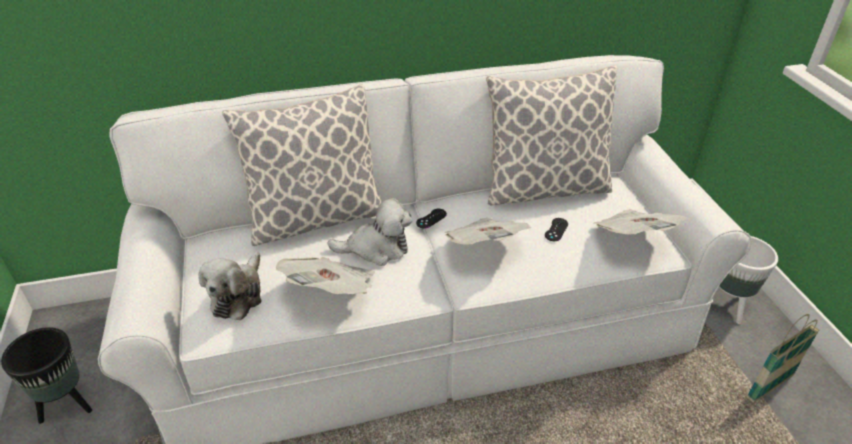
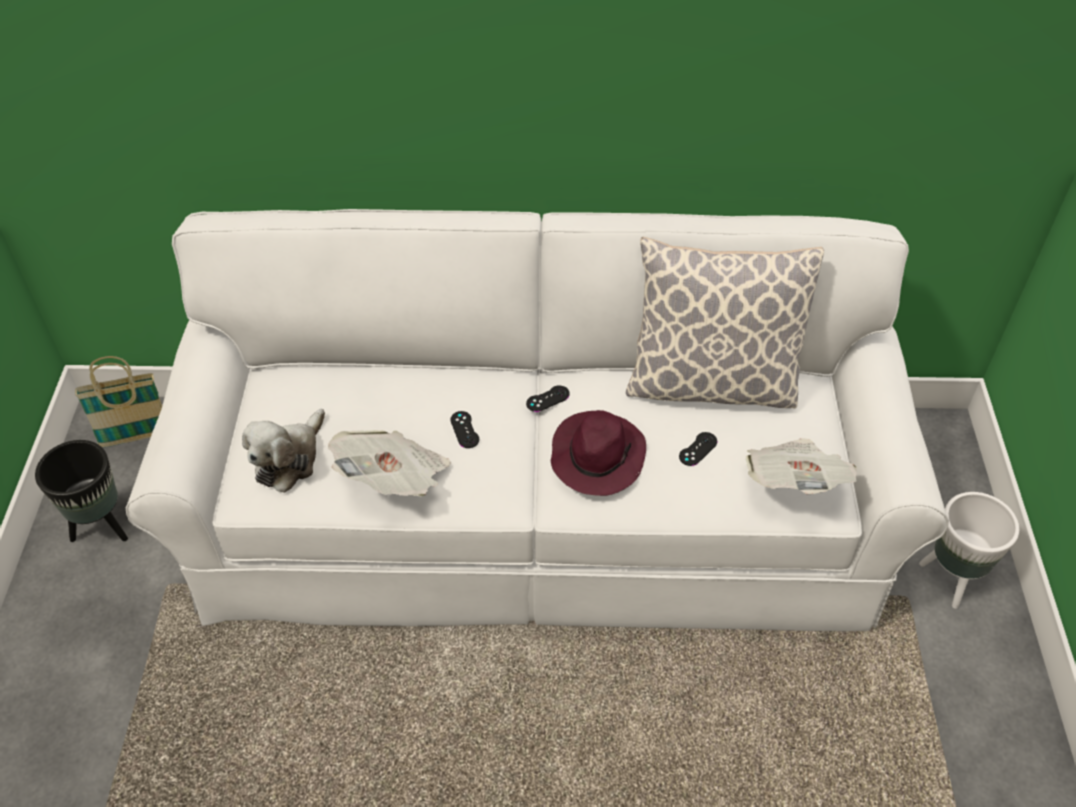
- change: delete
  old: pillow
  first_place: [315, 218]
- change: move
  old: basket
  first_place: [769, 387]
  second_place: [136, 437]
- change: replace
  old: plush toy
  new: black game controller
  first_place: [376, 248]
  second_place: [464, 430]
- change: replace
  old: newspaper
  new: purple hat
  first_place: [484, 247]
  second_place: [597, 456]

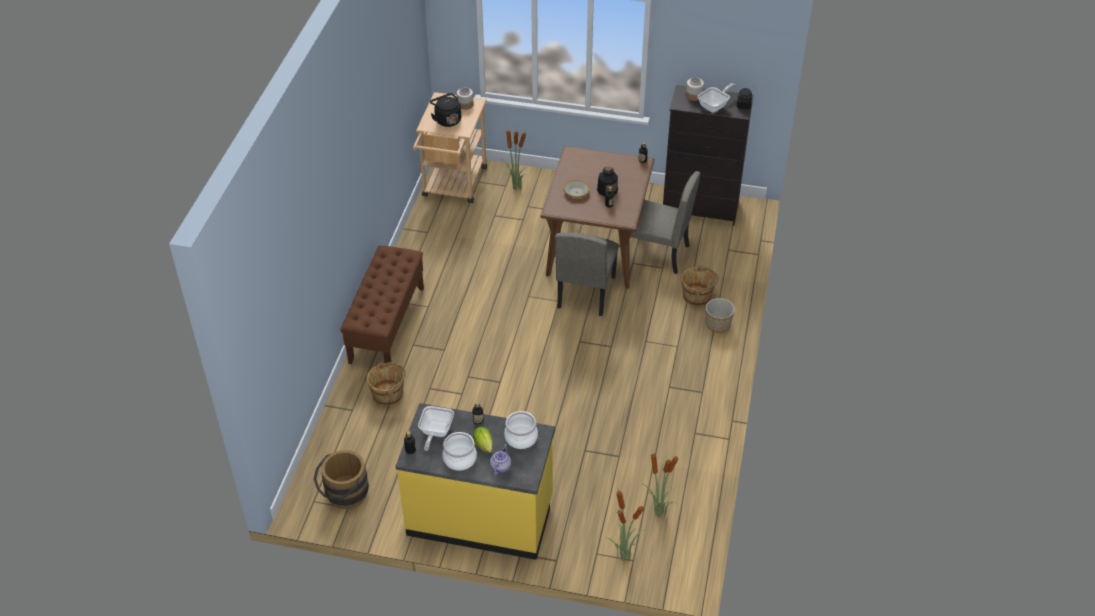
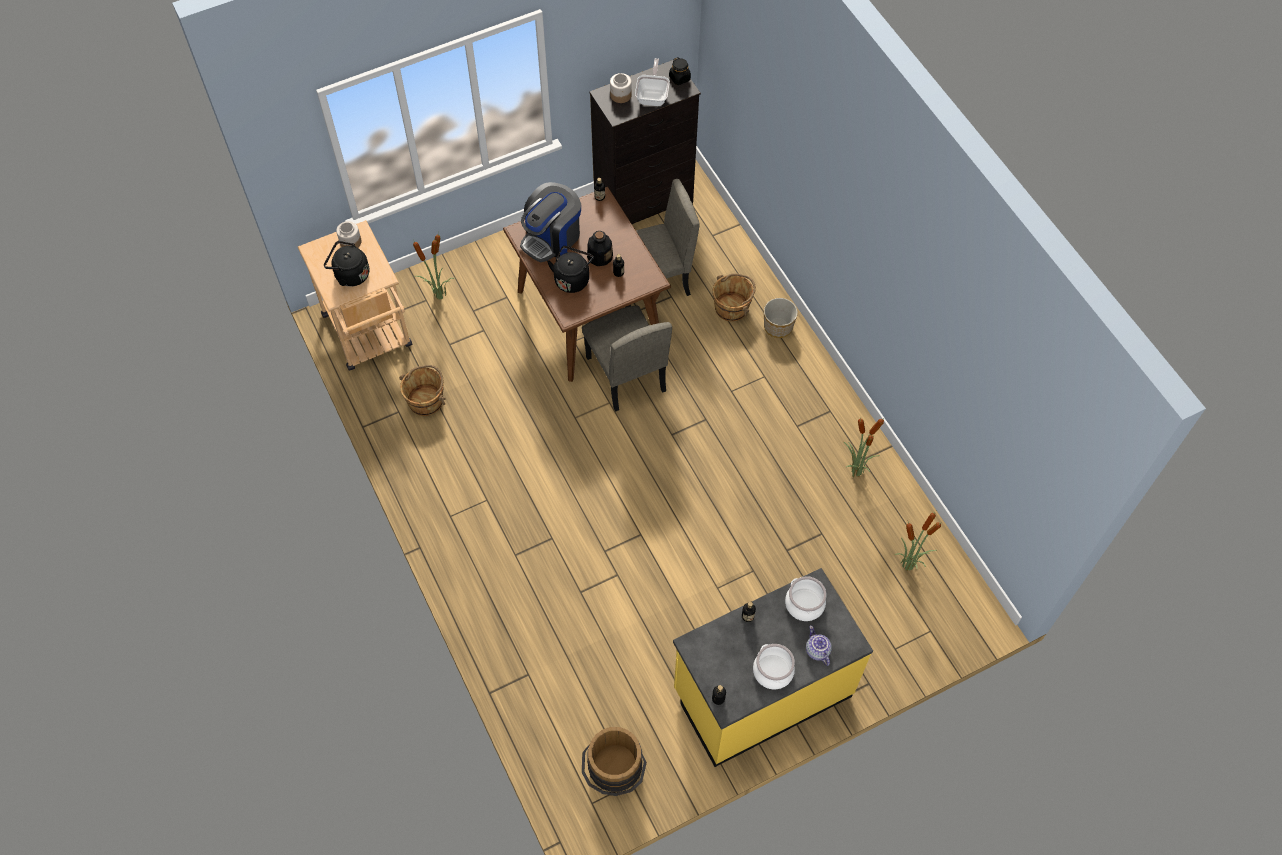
- change: delete
  old: brown bench
  first_place: [387, 324]
- change: delete
  old: frying pan
  first_place: [435, 432]
- change: delete
  old: lettuce
  first_place: [484, 446]
- change: insert
  new: coffee machine
  second_place: [552, 238]
- change: move
  old: brown bucket
  first_place: [388, 394]
  second_place: [426, 400]
- change: move
  old: potted plant
  first_place: [623, 556]
  second_place: [855, 471]
- change: replace
  old: bowl
  new: black kettle
  first_place: [576, 192]
  second_place: [572, 279]

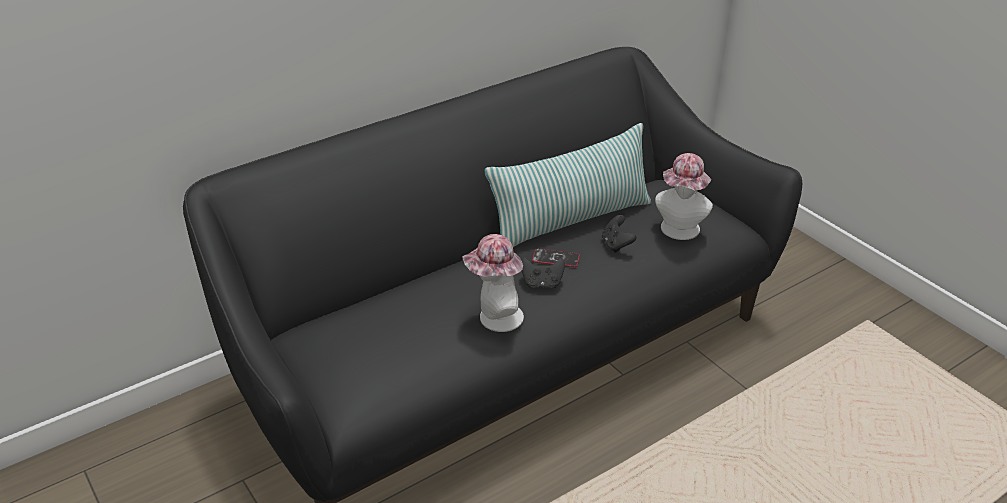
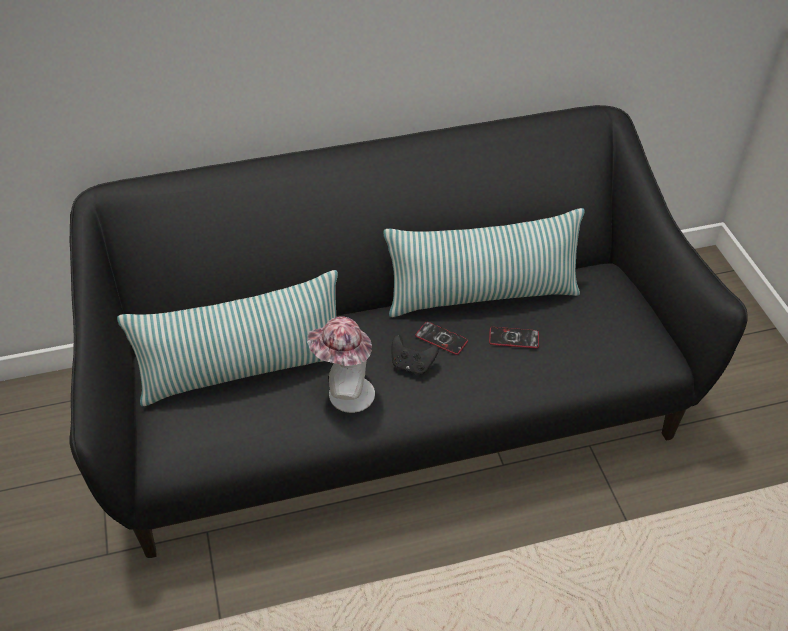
- change: delete
  old: hat
  first_place: [679, 231]
- change: insert
  new: pillow
  second_place: [244, 370]
- change: replace
  old: black game controller
  new: phone
  first_place: [616, 245]
  second_place: [514, 338]

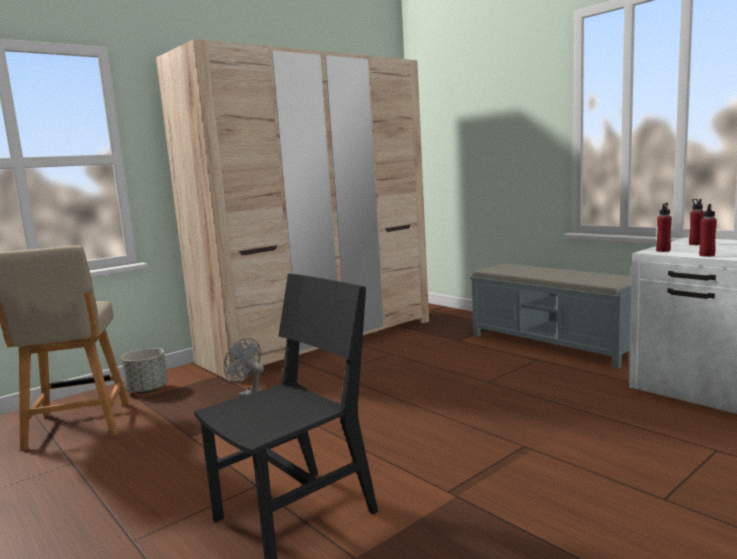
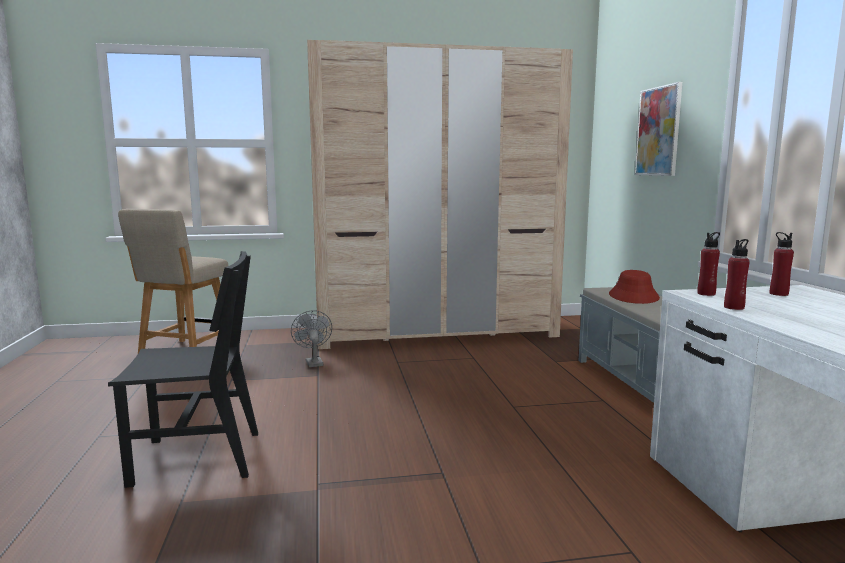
- change: delete
  old: grey planter
  first_place: [147, 390]
- change: insert
  new: red hat
  second_place: [634, 296]
- change: insert
  new: picture
  second_place: [658, 131]

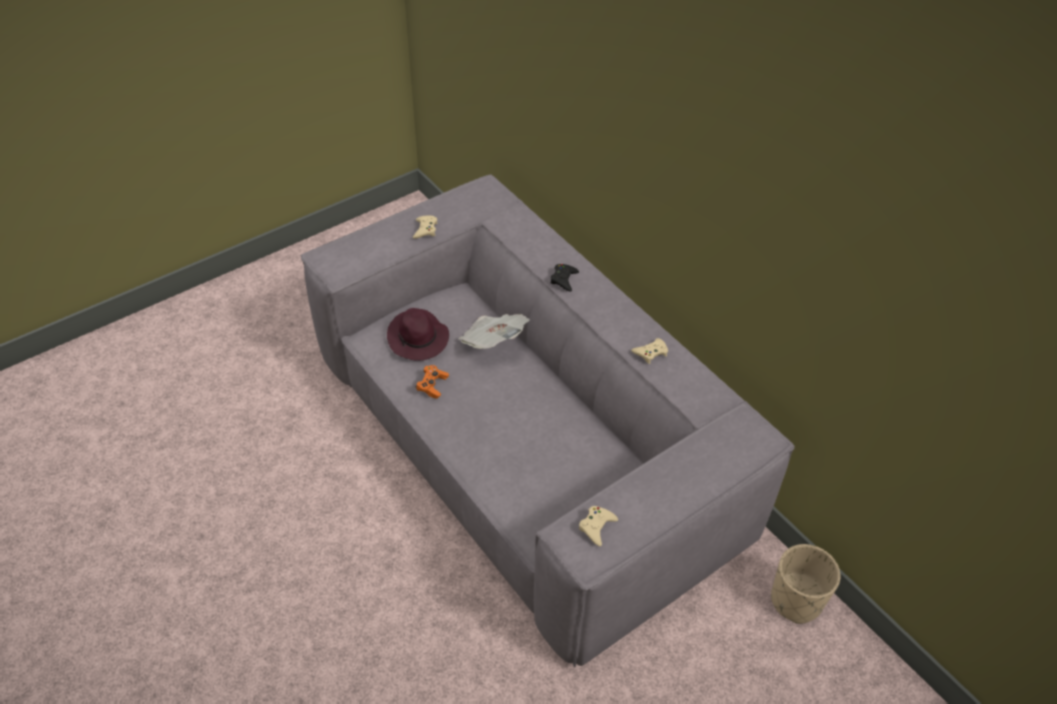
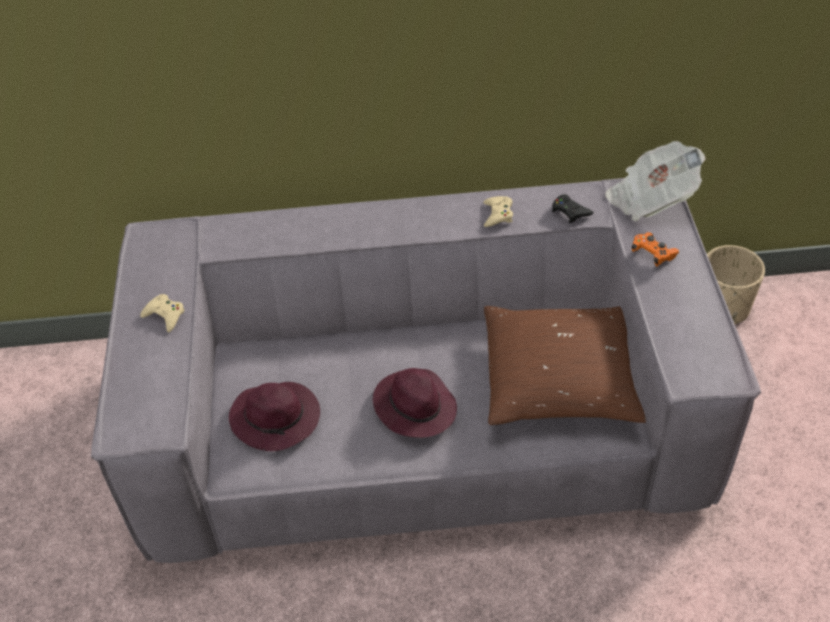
- change: delete
  old: beige game controller
  first_place: [596, 527]
- change: insert
  new: purple hat
  second_place: [414, 406]
- change: insert
  new: brown pillow
  second_place: [559, 378]
- change: move
  old: orange game controller
  first_place: [432, 385]
  second_place: [653, 254]
- change: move
  old: newspaper
  first_place: [493, 342]
  second_place: [651, 198]
- change: move
  old: black game controller
  first_place: [564, 279]
  second_place: [570, 211]

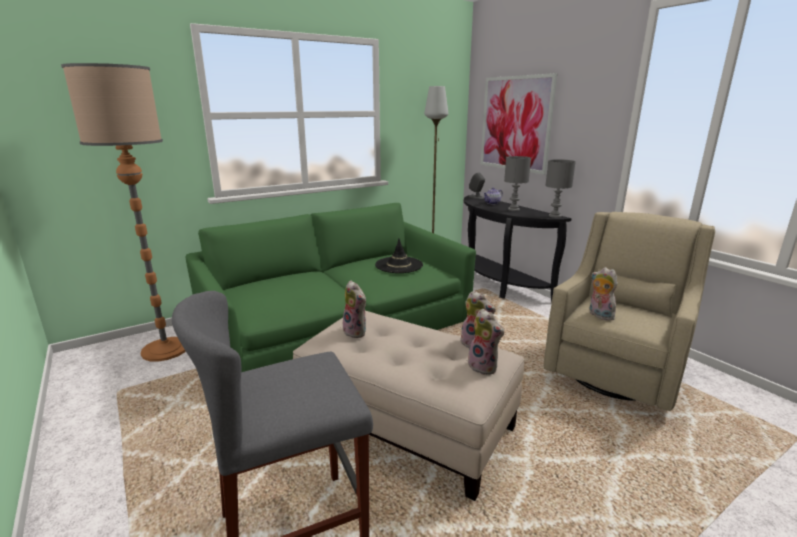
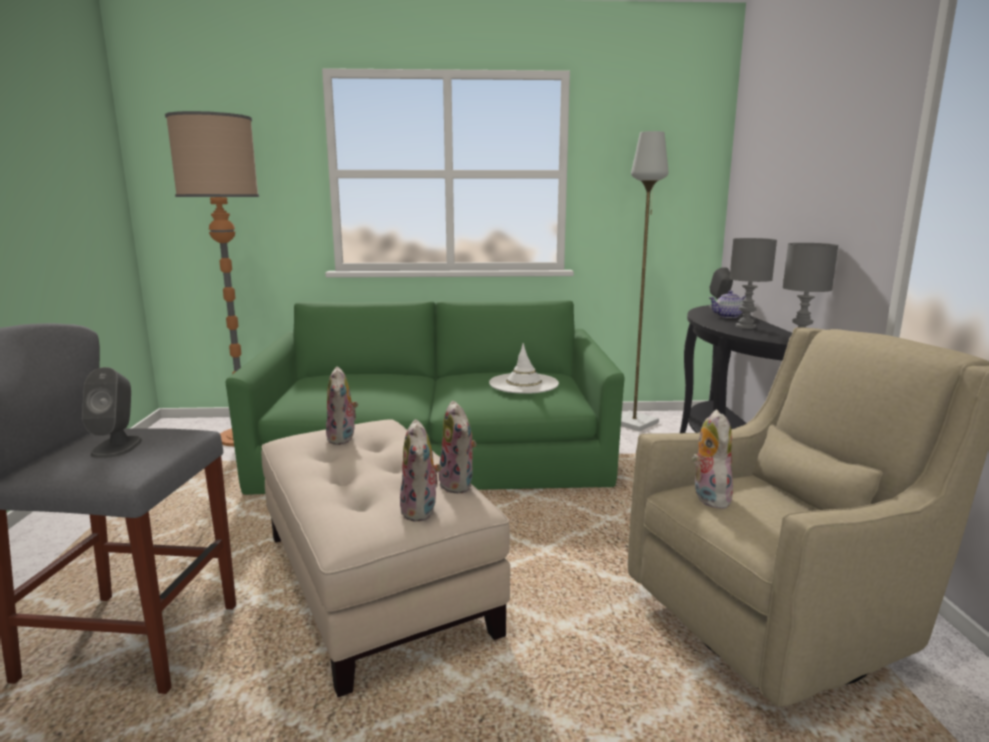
- change: delete
  old: picture
  first_place: [515, 124]
- change: insert
  new: grey speaker
  second_place: [117, 447]
- change: recolor
  old: black hat
  new: white hat
  first_place: [399, 265]
  second_place: [524, 384]

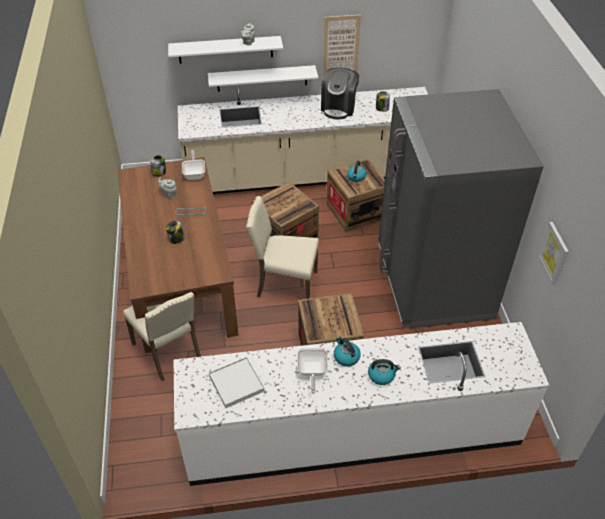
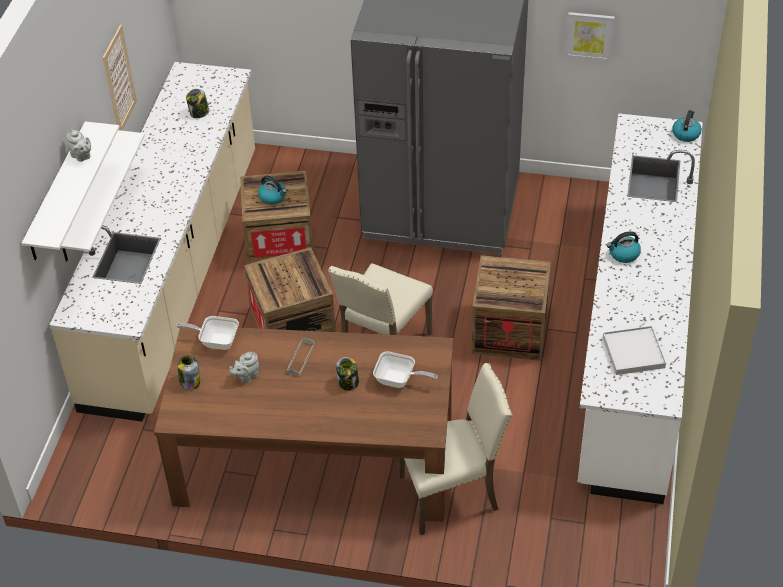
- change: delete
  old: coffee machine
  first_place: [339, 107]
- change: move
  old: frying pan
  first_place: [312, 372]
  second_place: [399, 380]
- change: move
  old: kettle
  first_place: [382, 375]
  second_place: [686, 134]

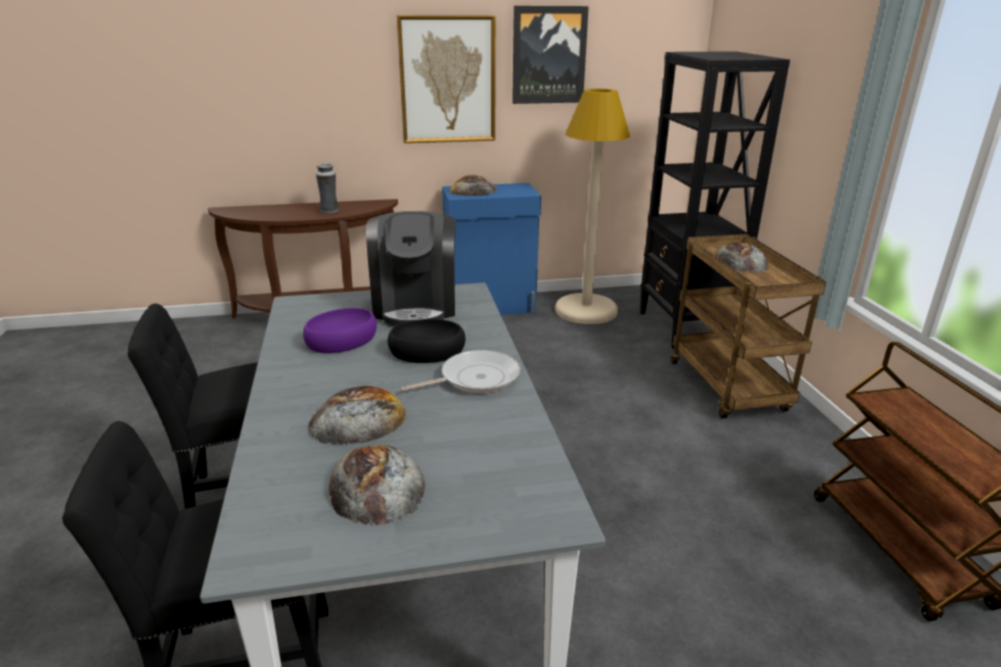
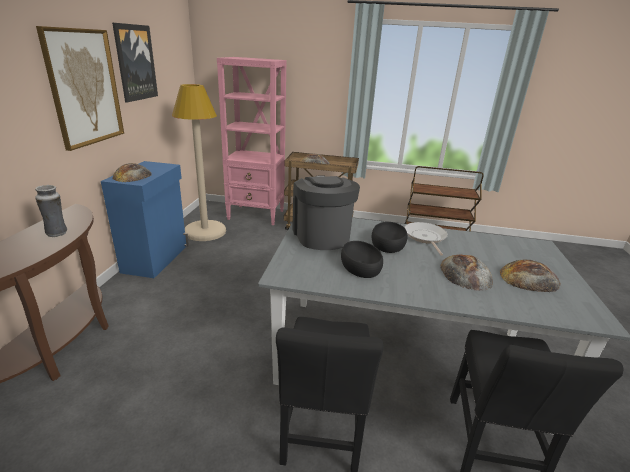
- change: recolor
  old: purple bowl
  new: black bowl
  first_place: [341, 340]
  second_place: [361, 265]
- change: recolor
  old: black bookcase
  new: pink bookcase
  first_place: [685, 328]
  second_place: [256, 215]
- change: rotate
  old: coffee machine
  first_place: [415, 306]
  second_place: [321, 235]
  degrees: -120

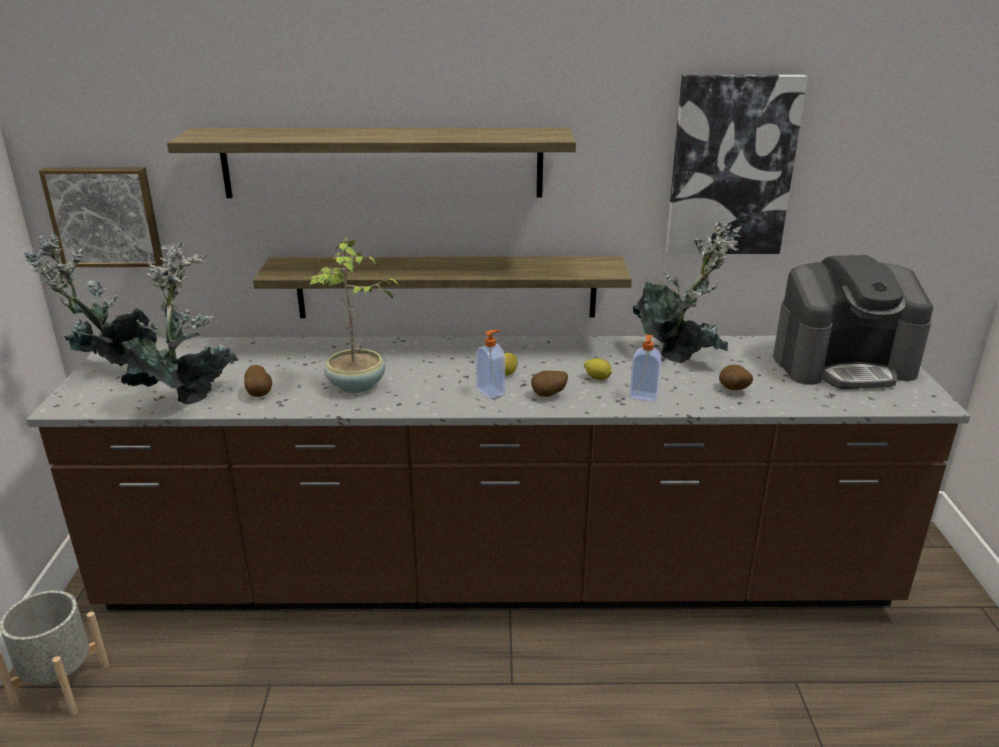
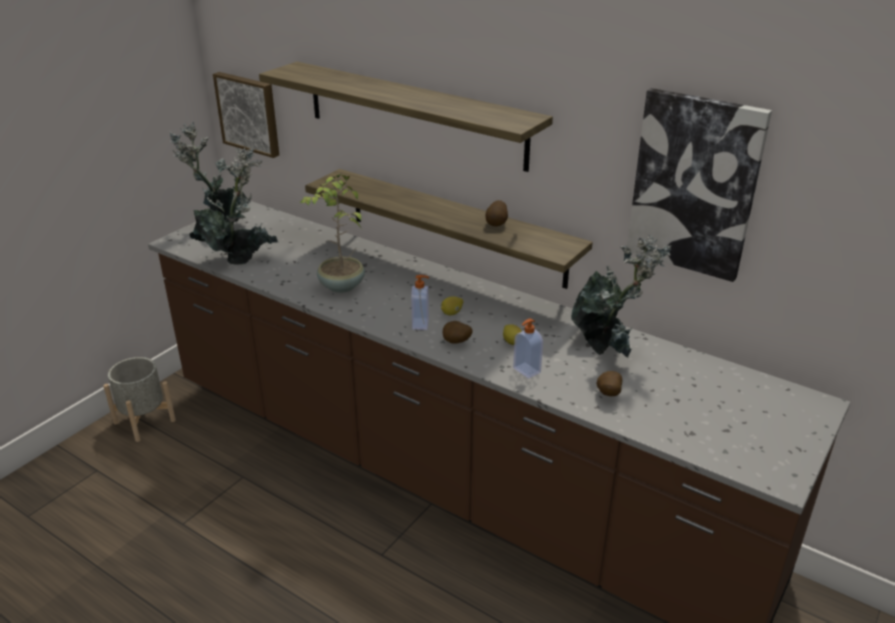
- change: delete
  old: coffee machine
  first_place: [843, 364]
- change: move
  old: potato
  first_place: [260, 394]
  second_place: [497, 224]

